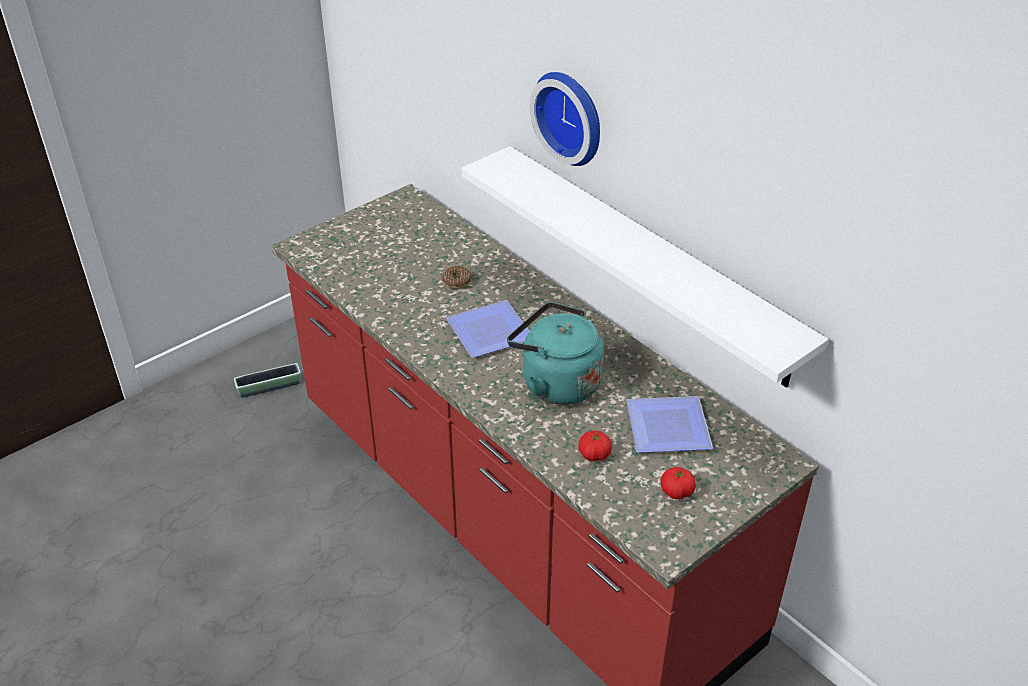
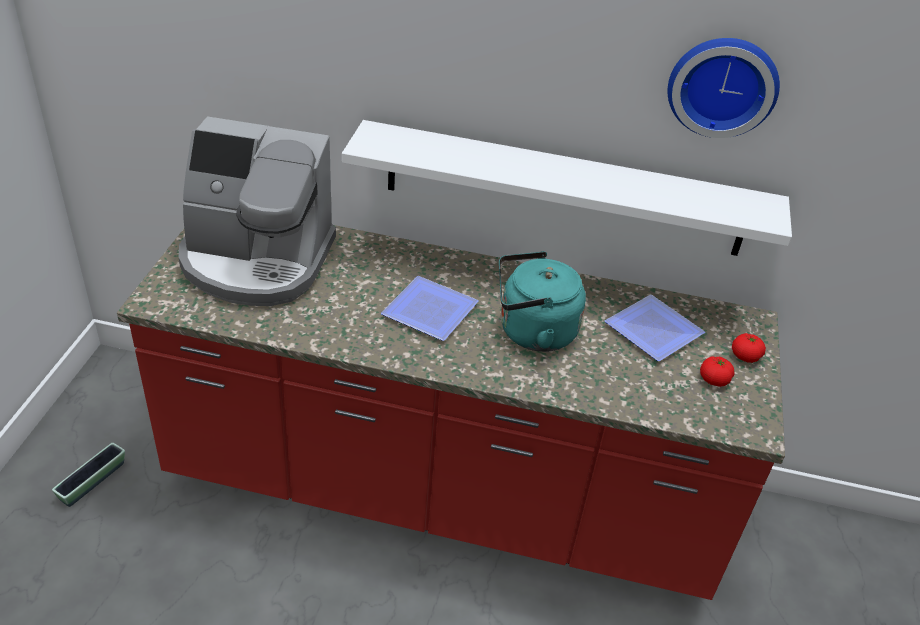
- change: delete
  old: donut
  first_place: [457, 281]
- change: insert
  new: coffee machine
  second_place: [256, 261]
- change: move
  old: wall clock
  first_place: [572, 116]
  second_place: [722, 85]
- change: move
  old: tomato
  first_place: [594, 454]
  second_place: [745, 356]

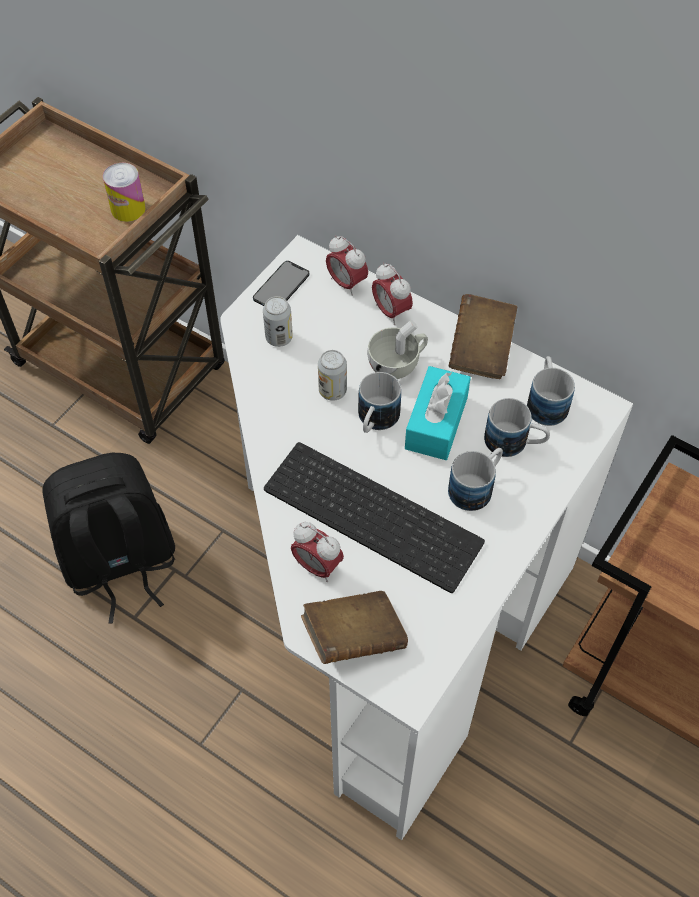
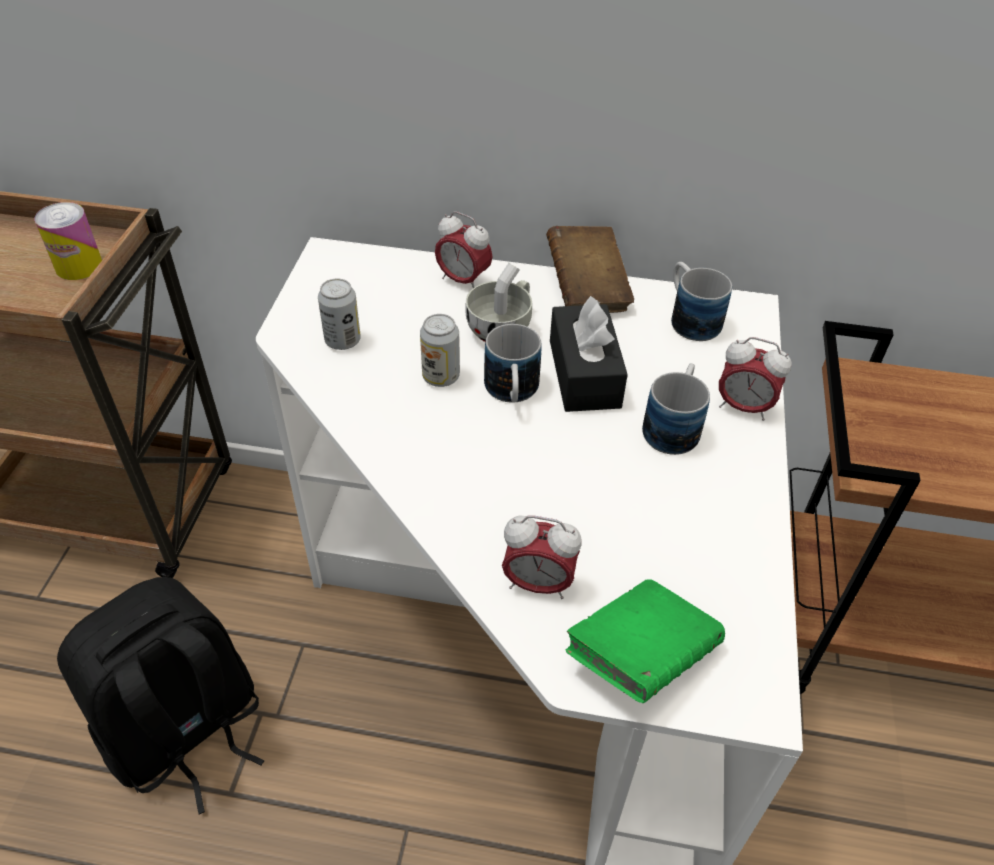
- change: delete
  old: phone
  first_place: [281, 286]
- change: delete
  old: keyboard
  first_place: [376, 513]
- change: delete
  old: mug
  first_place: [514, 443]
- change: move
  old: alarm clock
  first_place: [346, 283]
  second_place: [743, 407]
- change: recolor
  old: brown book
  new: green book
  first_place: [354, 637]
  second_place: [640, 657]
- change: recolor
  old: turquoise tissue box
  new: black tissue box
  first_place: [436, 423]
  second_place: [584, 373]

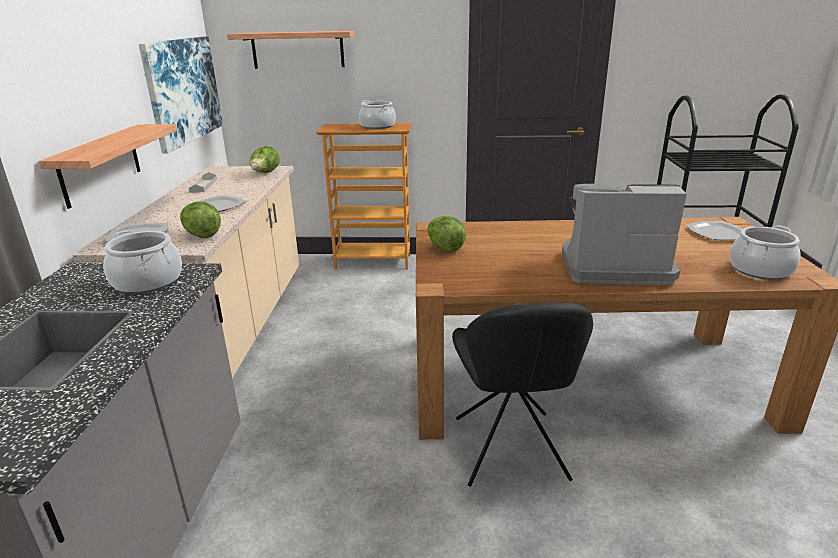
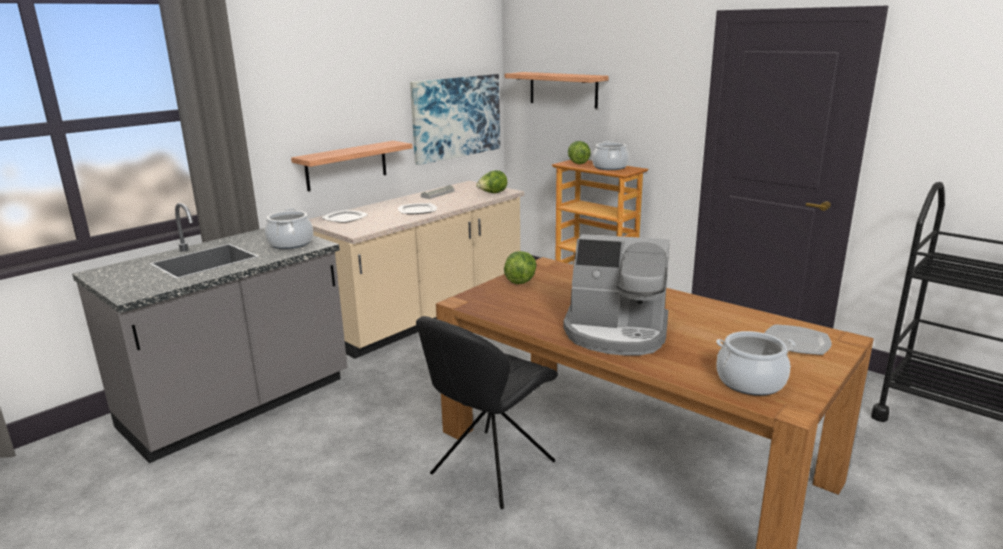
- change: move
  old: lettuce
  first_place: [202, 235]
  second_place: [578, 163]
- change: rotate
  old: coffee machine
  first_place: [612, 266]
  second_place: [616, 333]
  degrees: 150

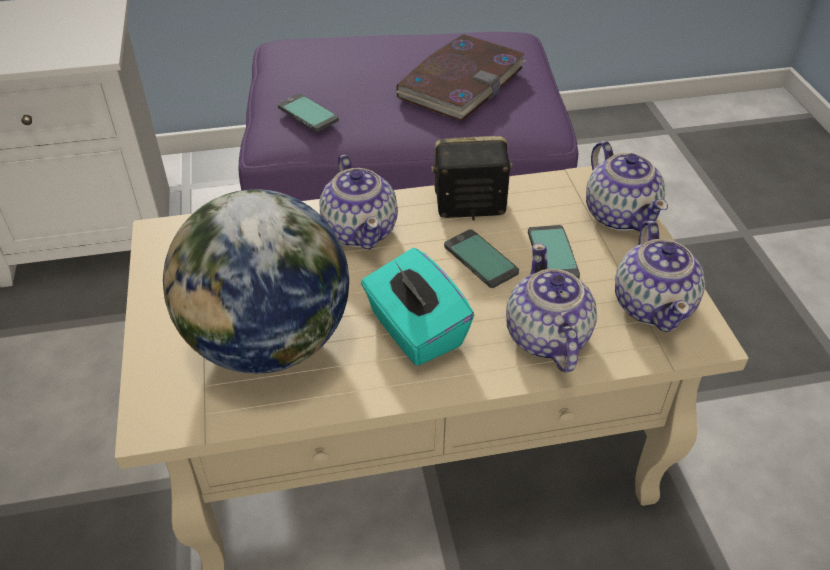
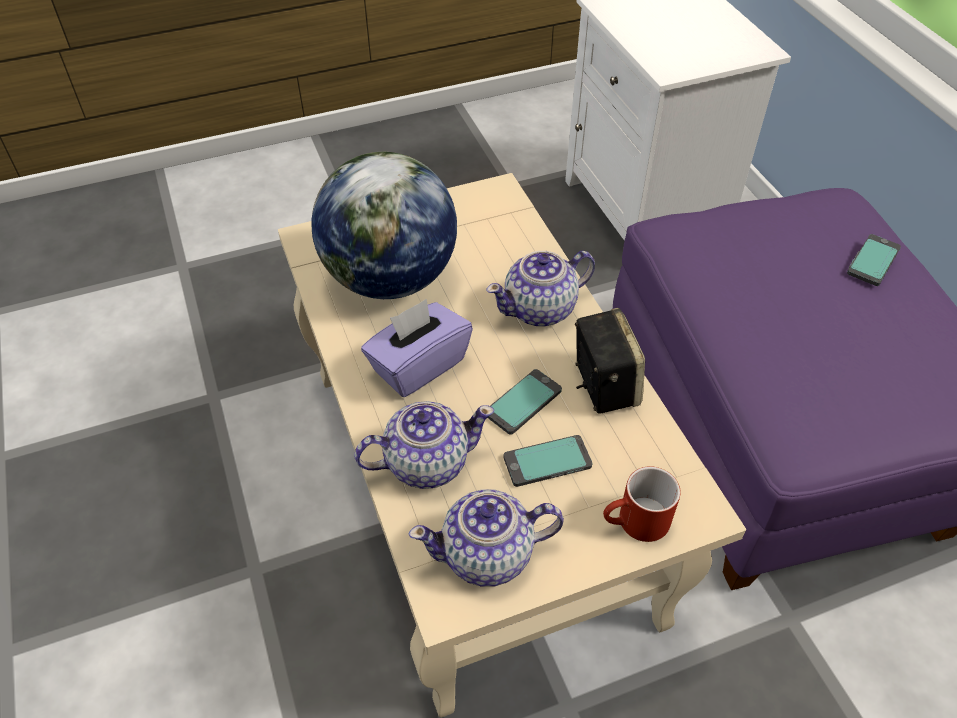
- change: delete
  old: book
  first_place: [461, 82]
- change: move
  old: phone
  first_place: [307, 114]
  second_place: [872, 261]
- change: replace
  old: teapot
  new: red mug
  first_place: [620, 214]
  second_place: [635, 524]
- change: recolor
  old: turquoise tissue box
  new: purple tissue box
  first_place: [415, 331]
  second_place: [418, 365]

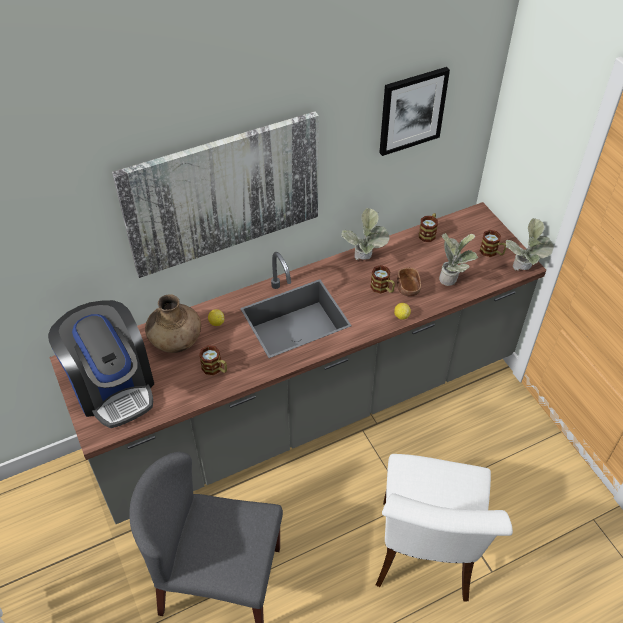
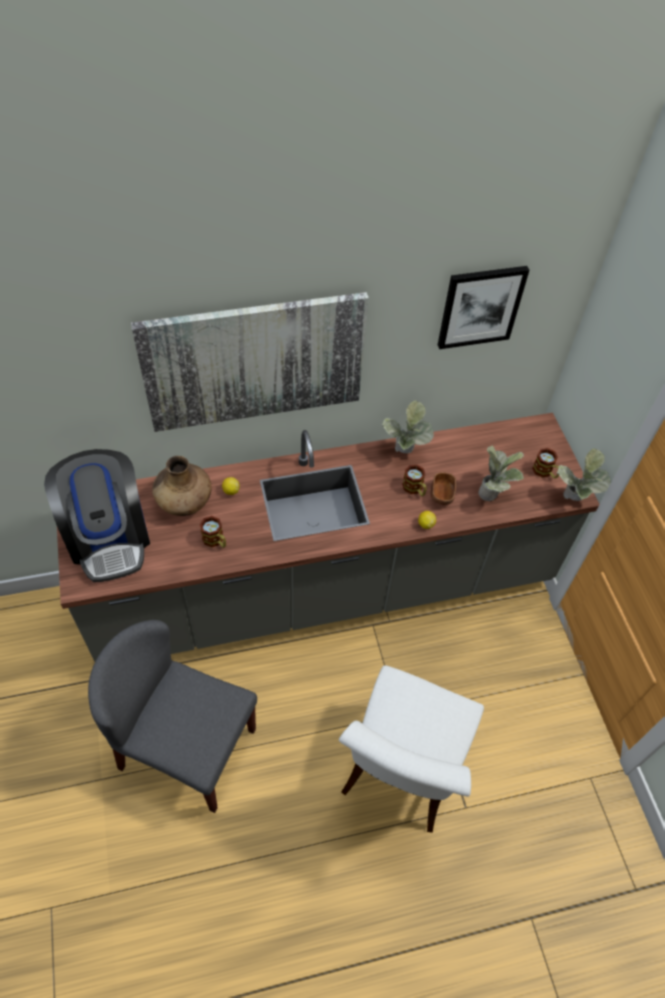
- change: delete
  old: mug
  first_place: [428, 233]

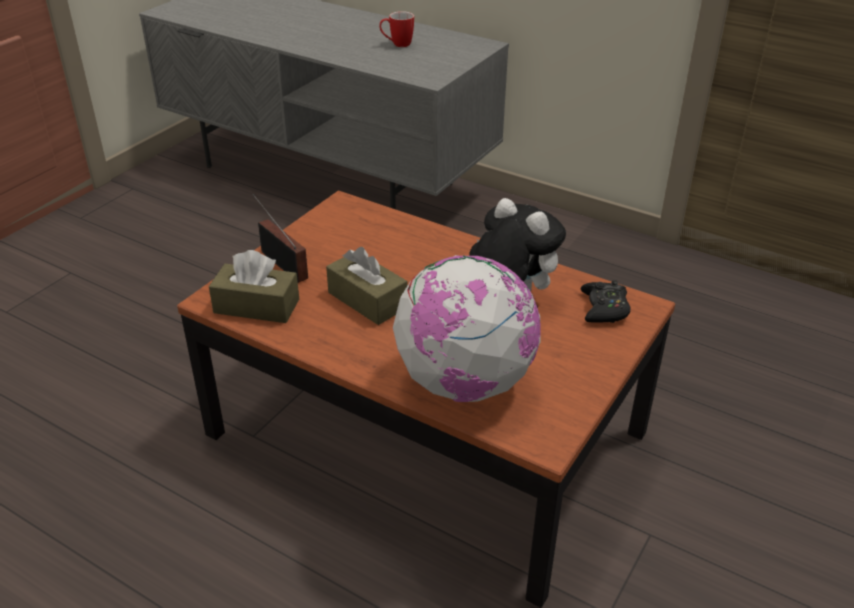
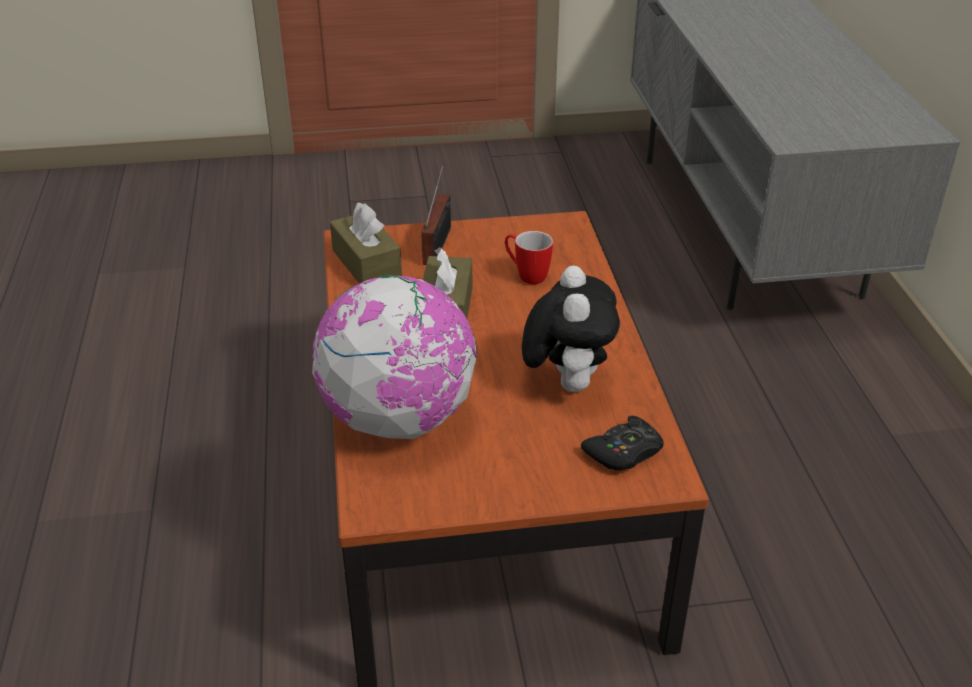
- change: move
  old: mug
  first_place: [397, 44]
  second_place: [526, 275]

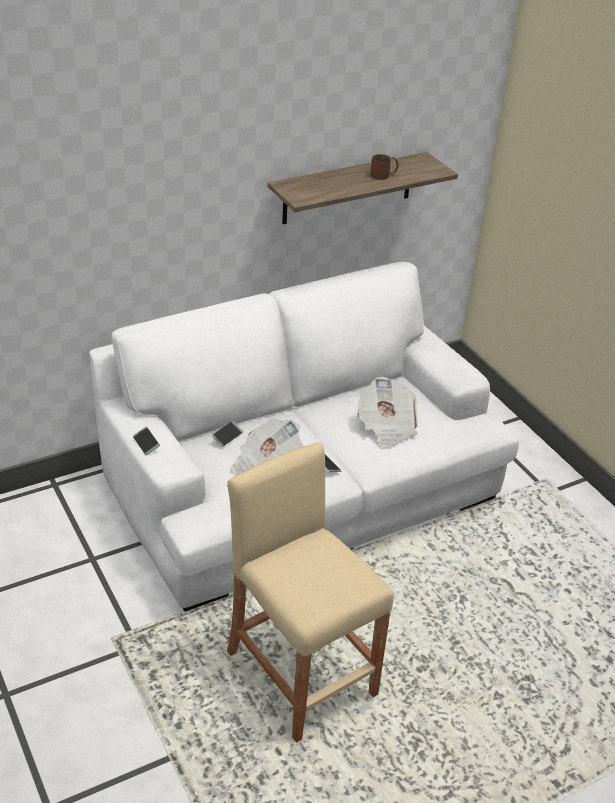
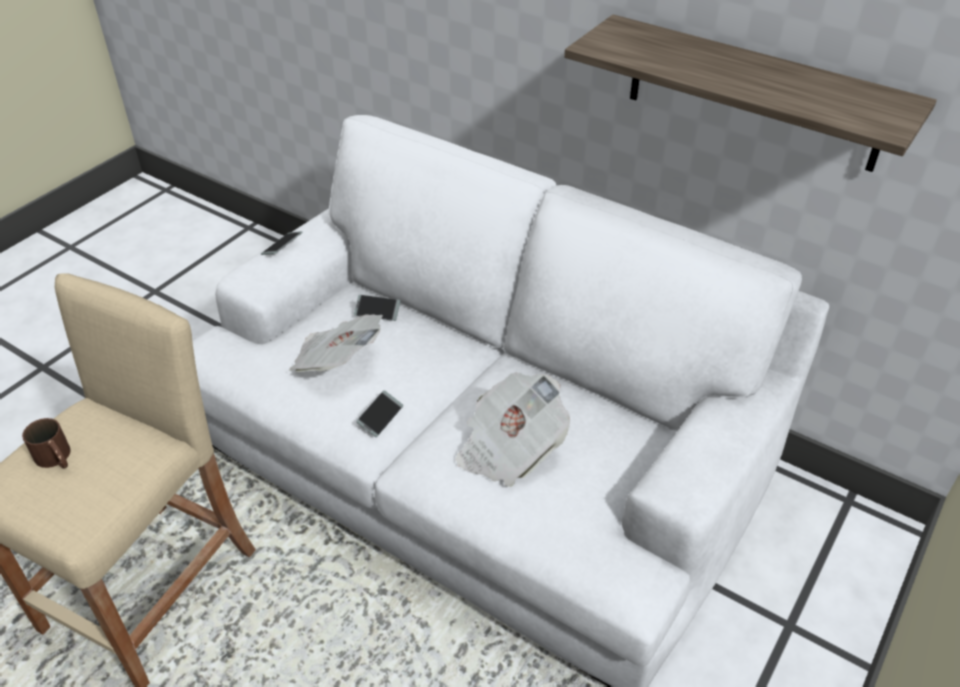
- change: move
  old: brown mug
  first_place: [384, 175]
  second_place: [56, 459]

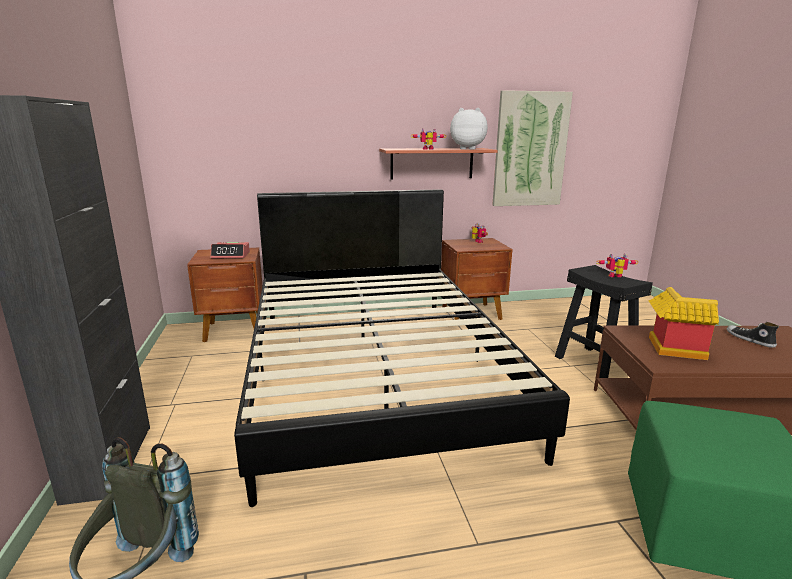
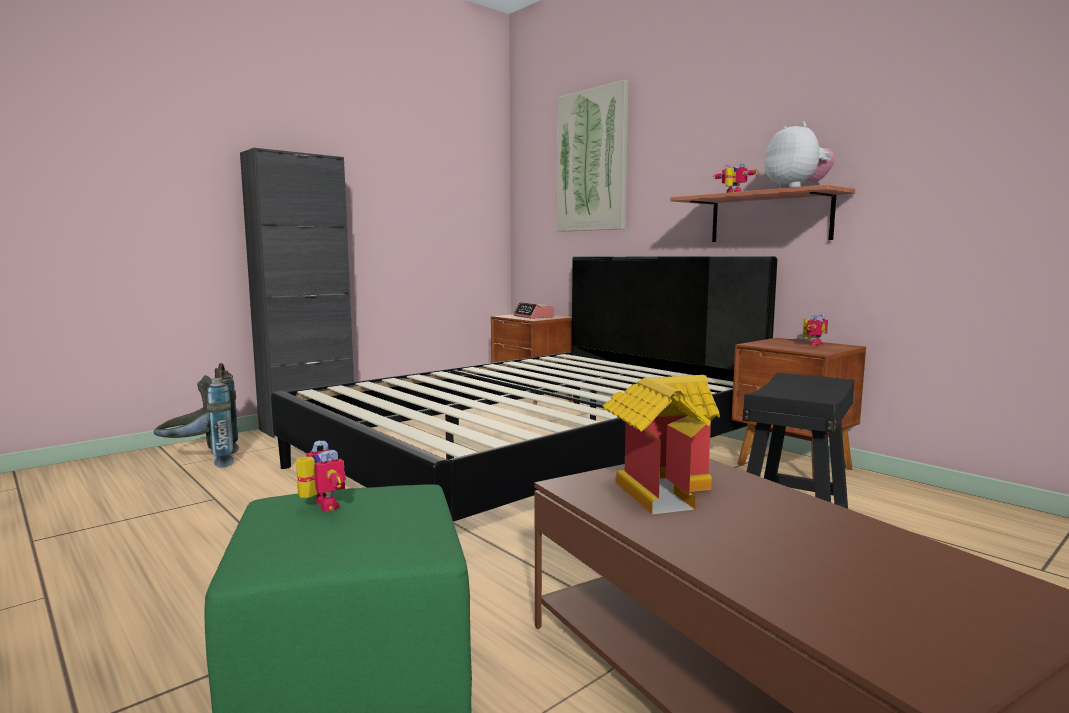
- change: delete
  old: shoe
  first_place: [749, 339]
- change: move
  old: picture
  first_place: [530, 150]
  second_place: [592, 161]
- change: move
  old: toy robot
  first_place: [616, 277]
  second_place: [320, 506]

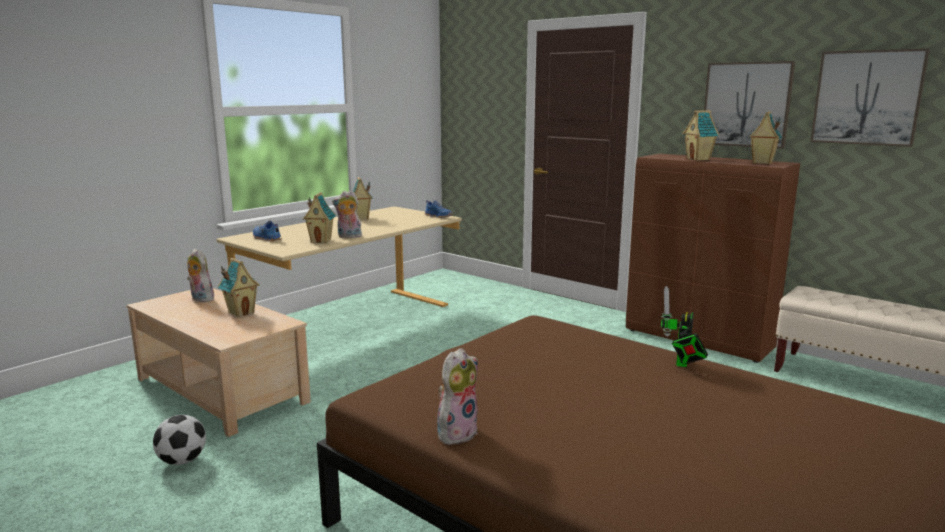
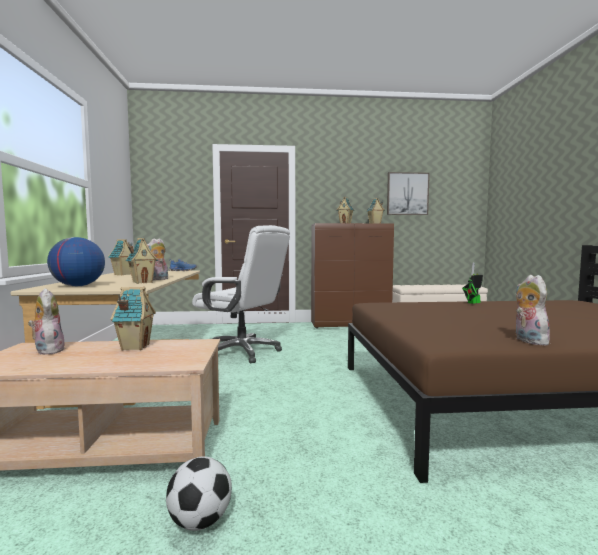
- change: delete
  old: picture
  first_place: [746, 104]
- change: insert
  new: white office chair
  second_place: [242, 352]
- change: replace
  old: blue shoe
  new: globe
  first_place: [266, 238]
  second_place: [78, 286]
- change: rotate
  old: plush toy
  first_place: [200, 299]
  second_place: [47, 350]
  degrees: 60
- change: rotate
  old: toy robot
  first_place: [681, 364]
  second_place: [472, 303]
  degrees: 90

